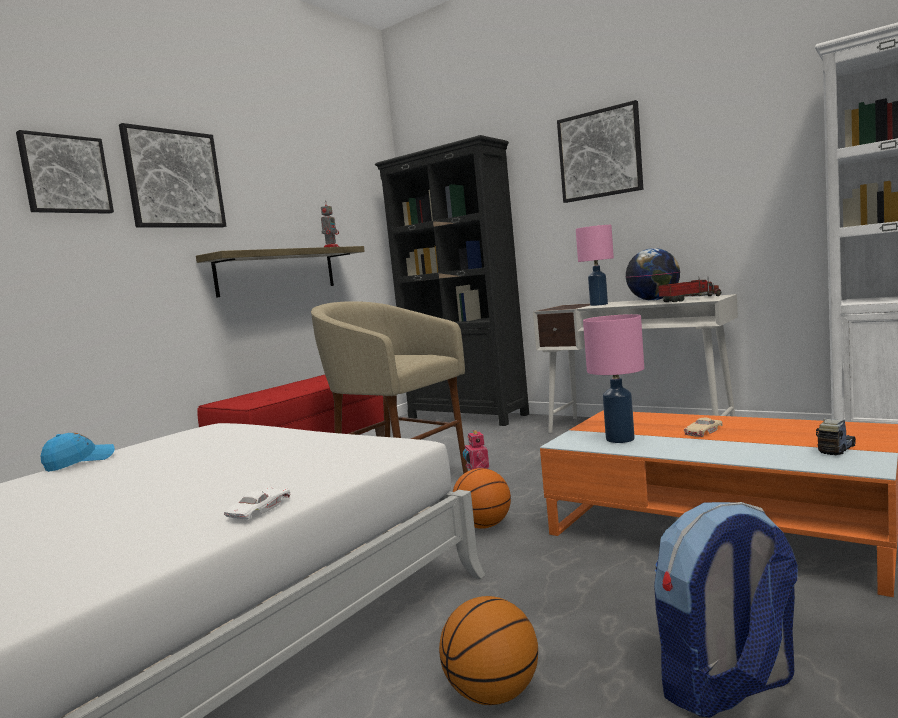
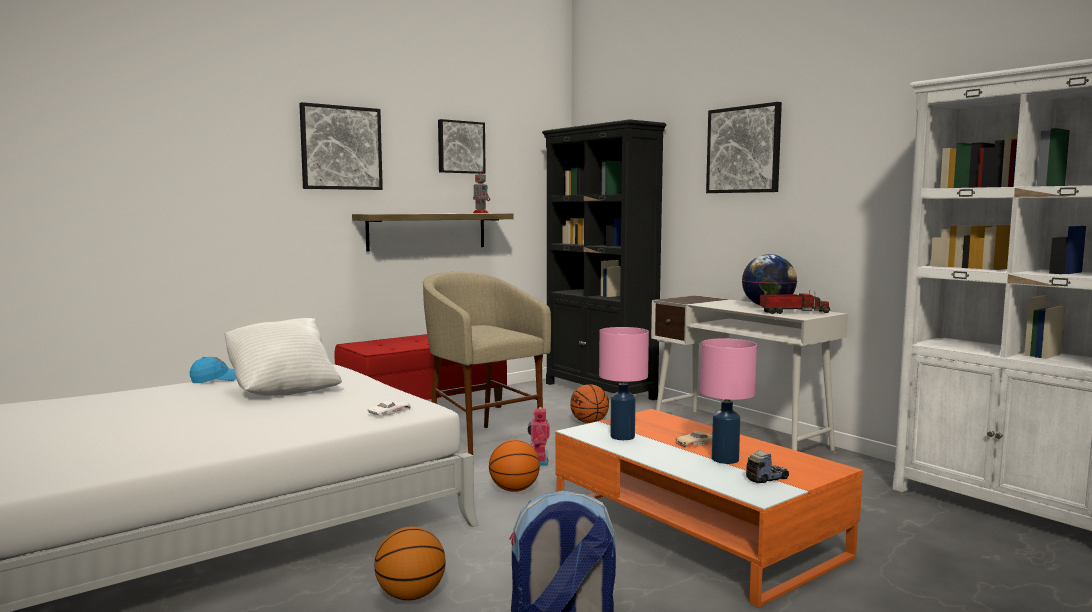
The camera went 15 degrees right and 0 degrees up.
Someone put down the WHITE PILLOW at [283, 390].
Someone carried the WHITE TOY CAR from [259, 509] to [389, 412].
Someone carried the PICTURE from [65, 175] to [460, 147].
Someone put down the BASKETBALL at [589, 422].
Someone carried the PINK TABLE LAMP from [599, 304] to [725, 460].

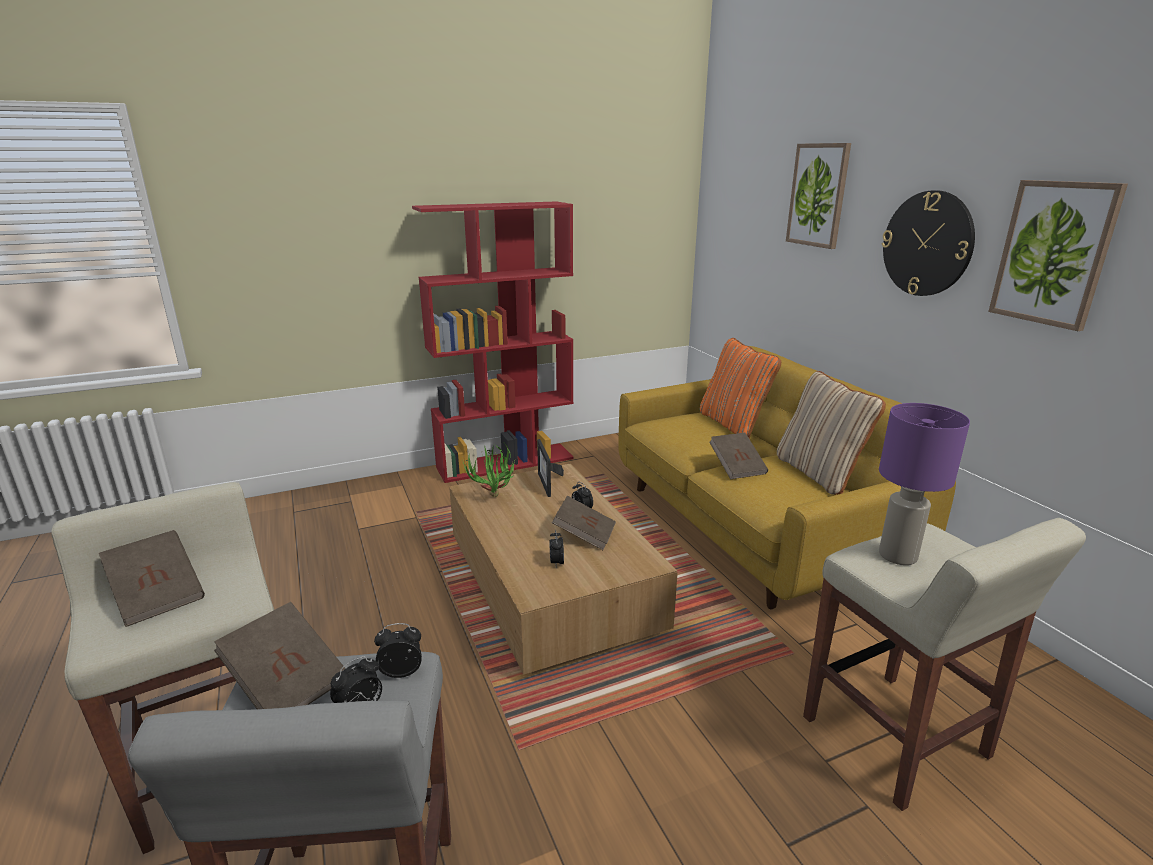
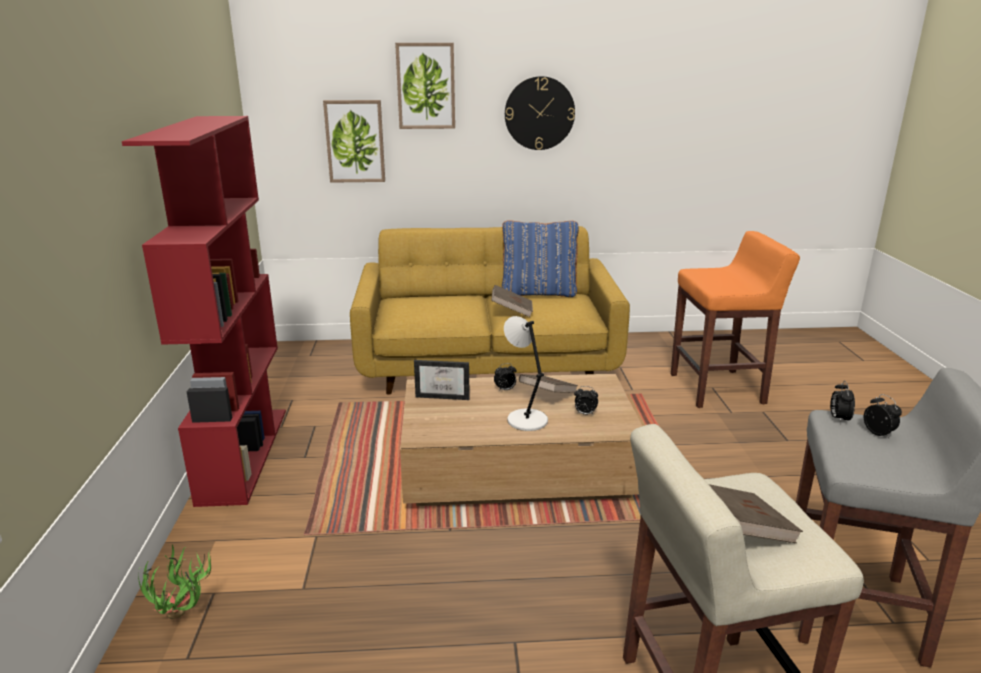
The camera went 70 degrees left and 0 degrees up.
Someone carried the POTTED PLANT from [494, 500] to [184, 618].
Someone carried the PICTURE from [1054, 253] to [355, 141].
Someone repainted the BEIGE PILLOW at [819, 473], which became the BLUE PILLOW at [539, 293].
Someone put down the GREY TABLE LAMP at [525, 419].
Someone repainted the BEIGE STOOL at [896, 739], which became the ORANGE STOOL at [718, 389].
Someone took away the BROWN BOOK at [287, 682].
Someone took away the ORANGE PILLOW at [733, 424].
Someone took away the PURPLE TABLE LAMP at [899, 556].

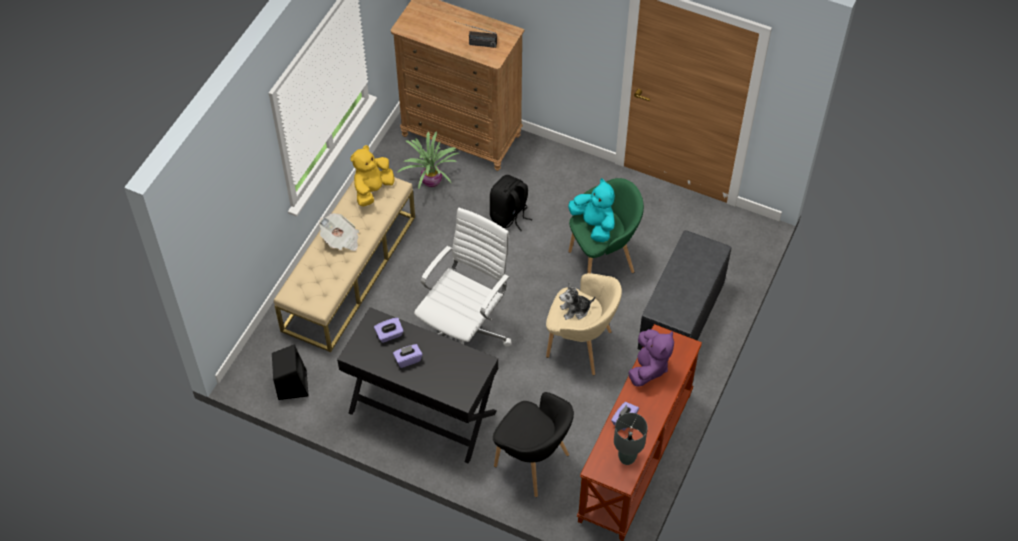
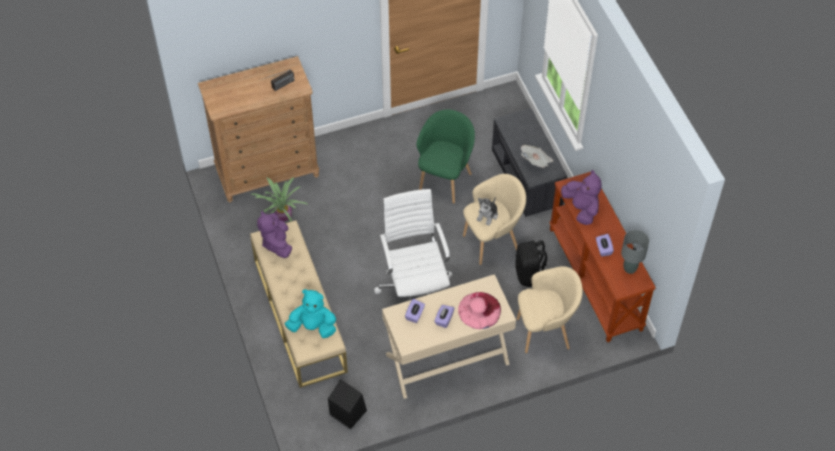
The camera went 45 degrees left and 0 degrees up.
Someone repainted the YELLOW PLUSH TOY at [372, 190], which became the PURPLE PLUSH TOY at [277, 243].
Someone carried the TURQUOISE PLUSH TOY from [594, 224] to [313, 327].
Someone repainted the BLACK DESK at [422, 412], which became the BEIGE DESK at [447, 359].
Someone put down the PINK HAT at [479, 310].
Someone carried the BLACK BACKPACK from [509, 216] to [529, 274].
Someone repainted the BLACK ARMCHAIR at [533, 463], which became the BEIGE ARMCHAIR at [545, 332].
Someone carried the NEWSPAPER from [341, 239] to [536, 161].

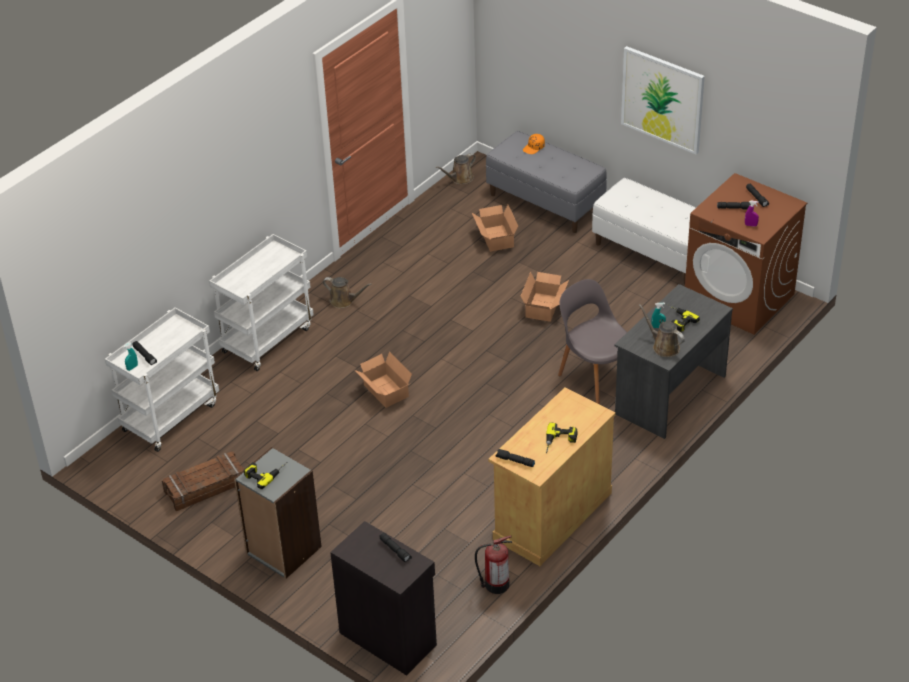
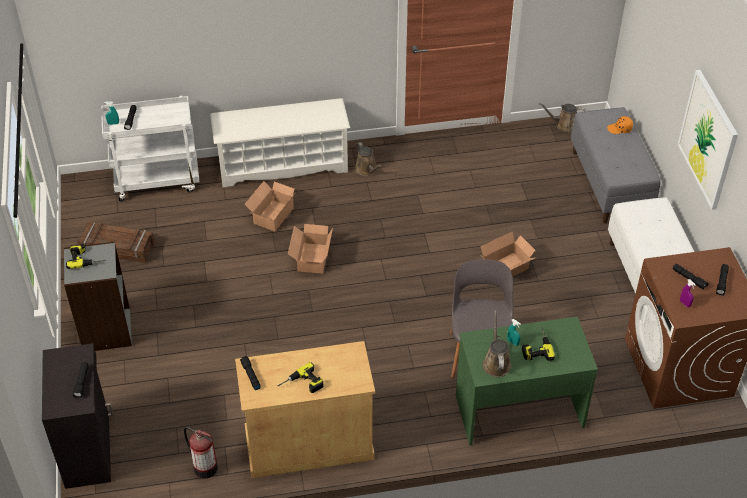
The camera went 40 degrees right and 5 degrees up.
Someone swapped the WHITE CART at [267, 339] for the WHITE SHOE RACK at [283, 165].
Someone carried the CARDBOARD BOX from [495, 239] to [271, 215].
Someone repainted the GREY DESK at [669, 394], which became the GREEN DESK at [518, 410].

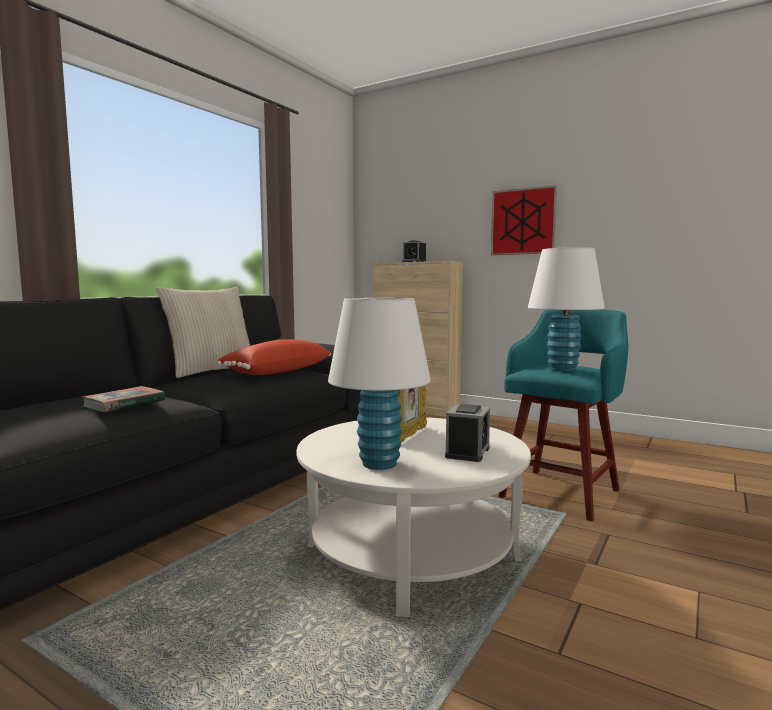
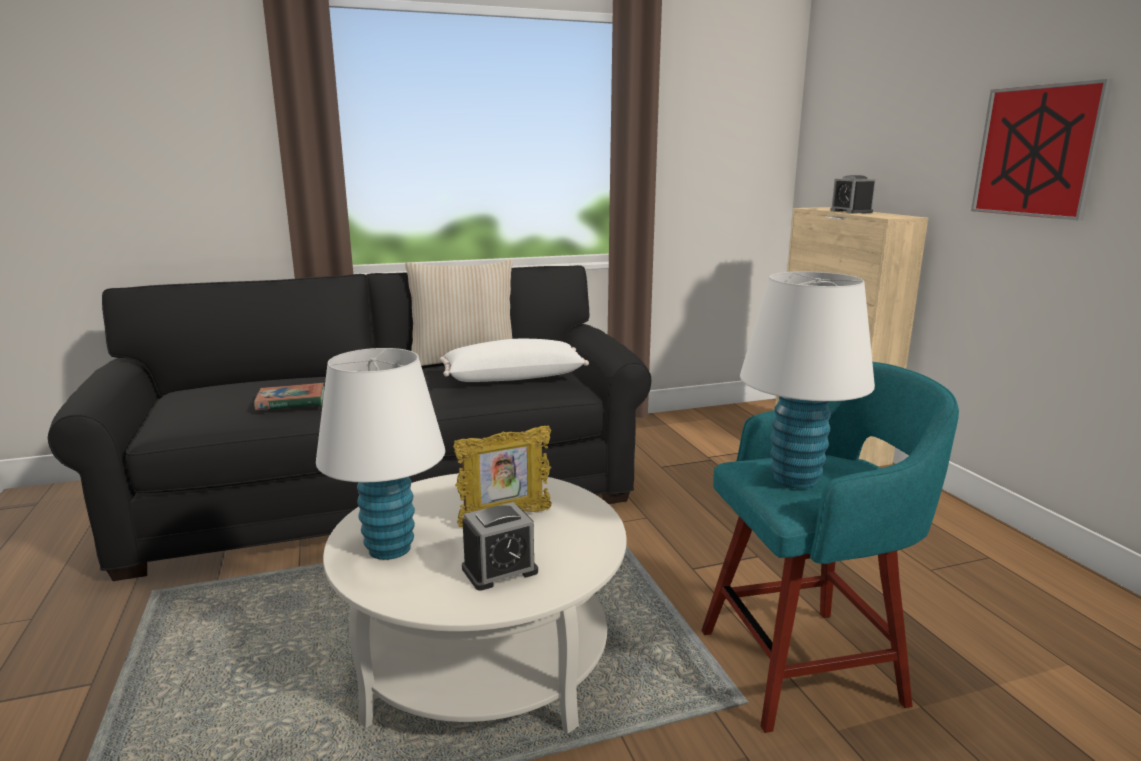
The camera went 40 degrees right and 10 degrees up.
Someone repainted the RED PILLOW at [276, 372], which became the WHITE PILLOW at [513, 377].

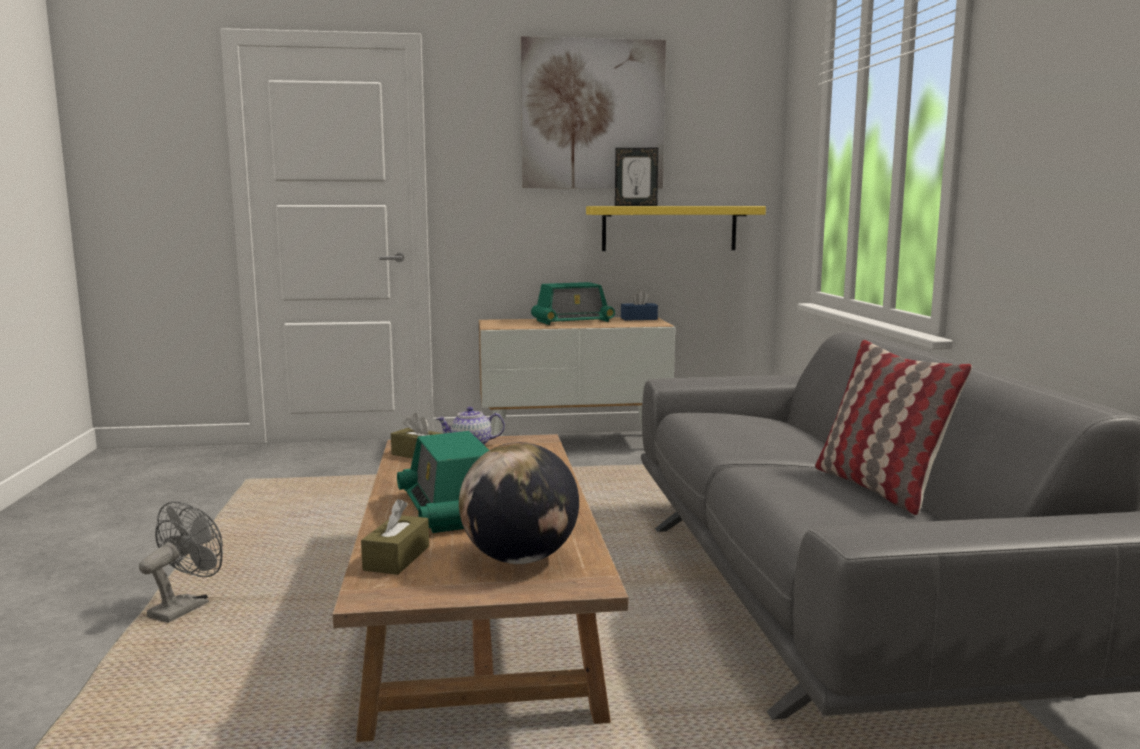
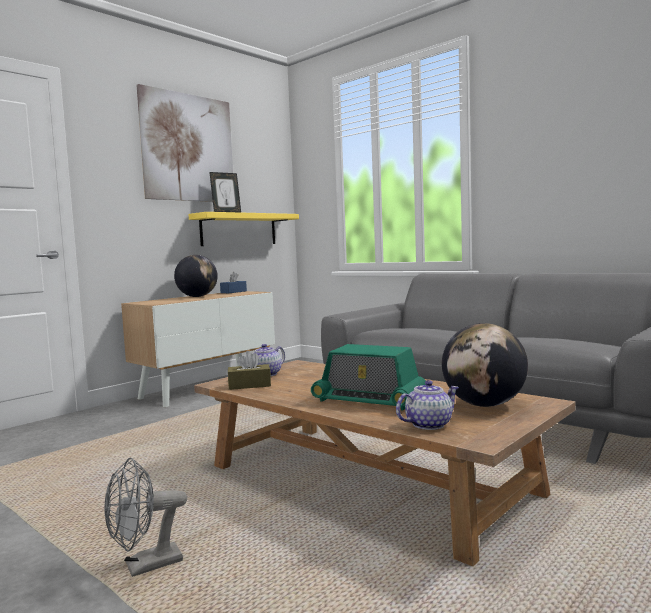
The camera went 40 degrees left and 5 degrees down.
Someone rotated the GREY FAN at [185, 607] by 105 degrees counterclockwise.
Someone swapped the RADIO at [573, 321] for the GLOBE at [197, 296].
Someone swapped the BROWN TISSUE BOX at [397, 558] for the TEAPOT at [428, 424].
Someone took away the PILLOW at [878, 488].

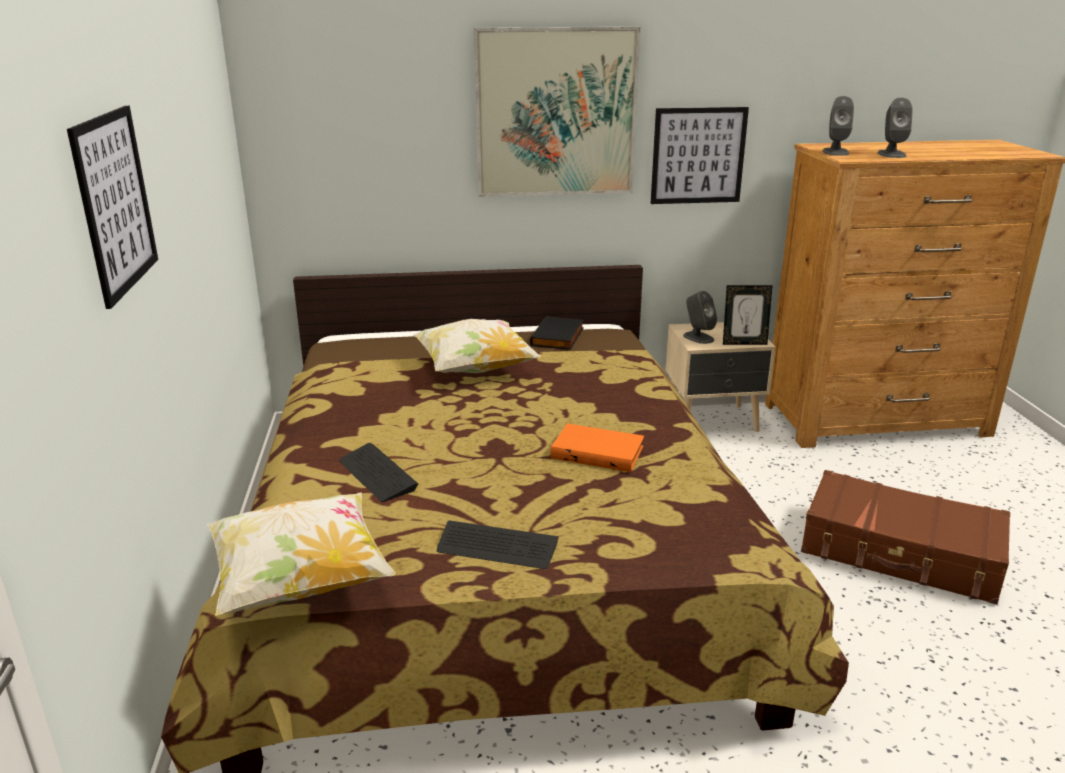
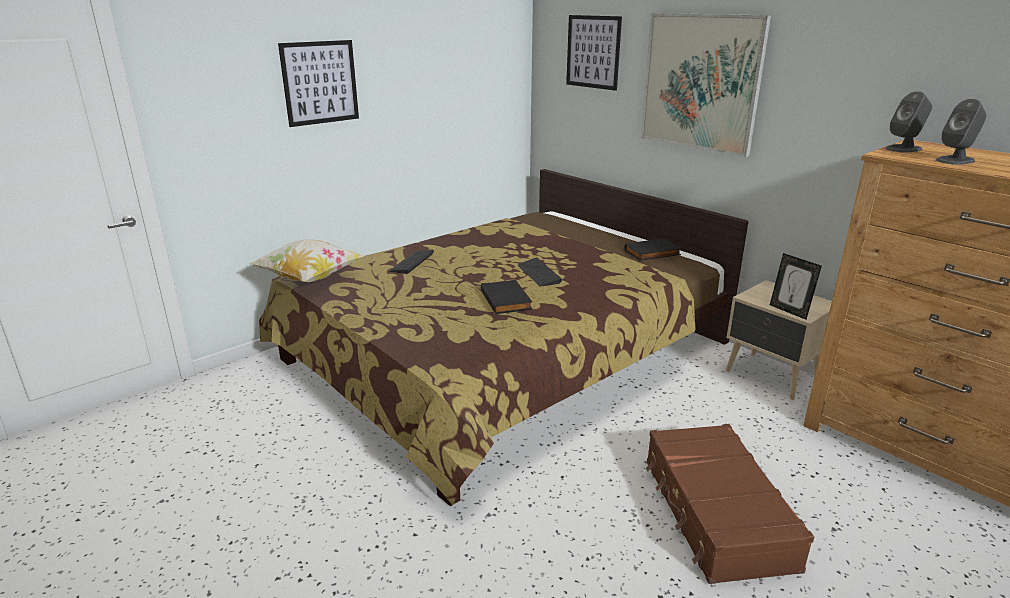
The camera went 55 degrees right and 0 degrees up.
Someone repainted the ORANGE BOOK at [598, 452], which became the BLACK BOOK at [507, 300].
Someone carried the KEYBOARD from [497, 547] to [539, 273].
Someone carried the PICTURE from [698, 156] to [593, 52].
Someone took away the PILLOW at [475, 369].
Someone took away the GREY SPEAKER at [698, 337].

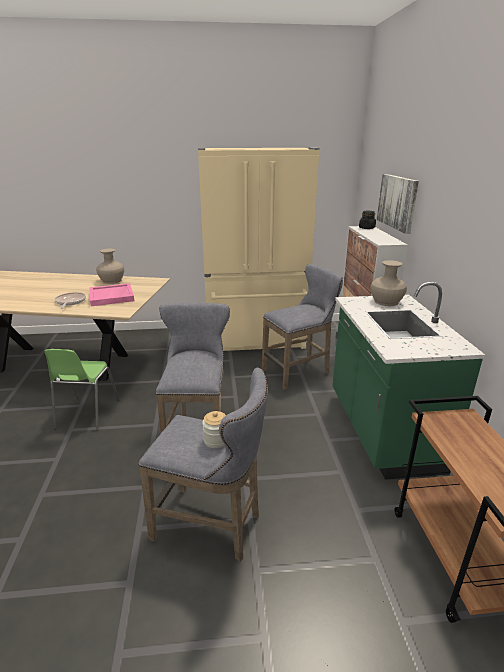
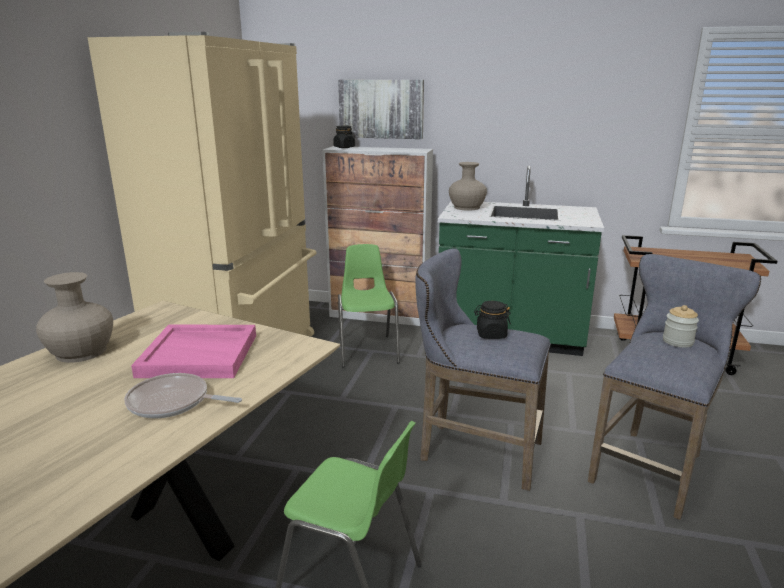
The camera went 70 degrees left and 5 degrees down.
Someone swapped the GREY STOOL at [299, 371] for the GREEN CHAIR at [367, 350].
Someone put down the BLACK JAR at [491, 334].

